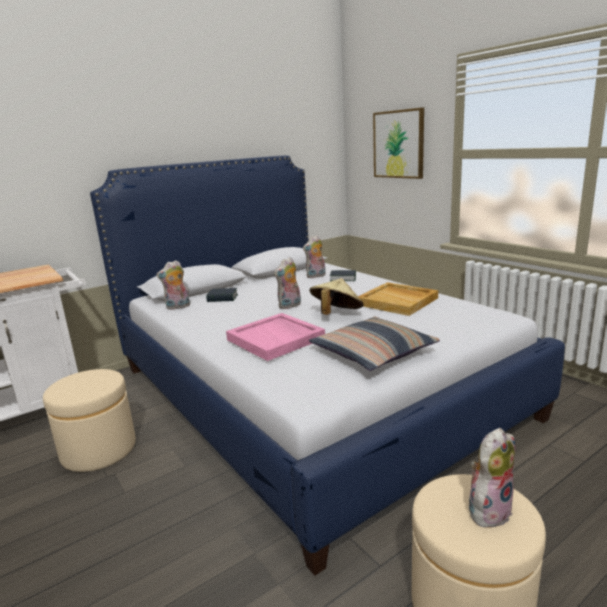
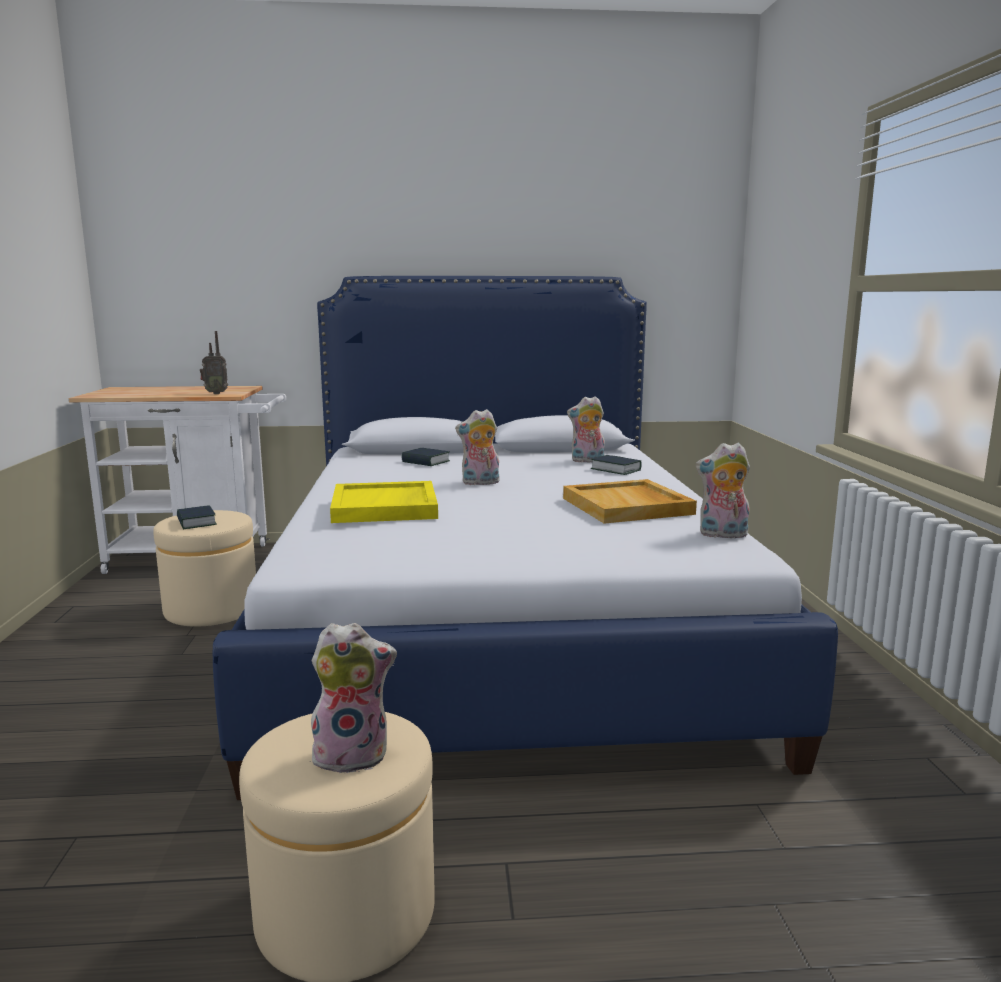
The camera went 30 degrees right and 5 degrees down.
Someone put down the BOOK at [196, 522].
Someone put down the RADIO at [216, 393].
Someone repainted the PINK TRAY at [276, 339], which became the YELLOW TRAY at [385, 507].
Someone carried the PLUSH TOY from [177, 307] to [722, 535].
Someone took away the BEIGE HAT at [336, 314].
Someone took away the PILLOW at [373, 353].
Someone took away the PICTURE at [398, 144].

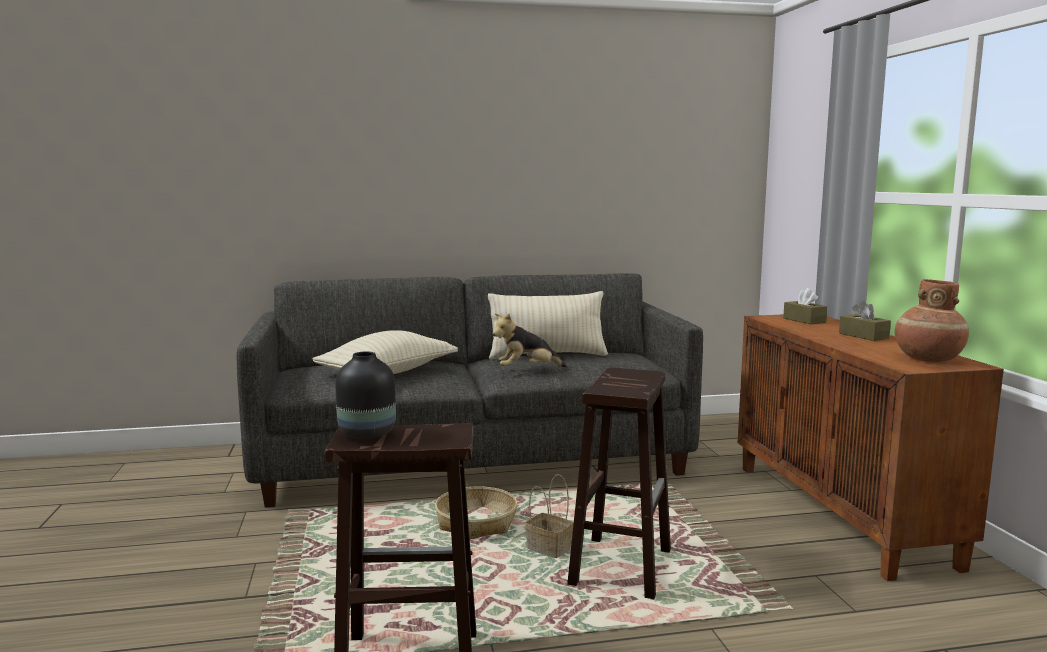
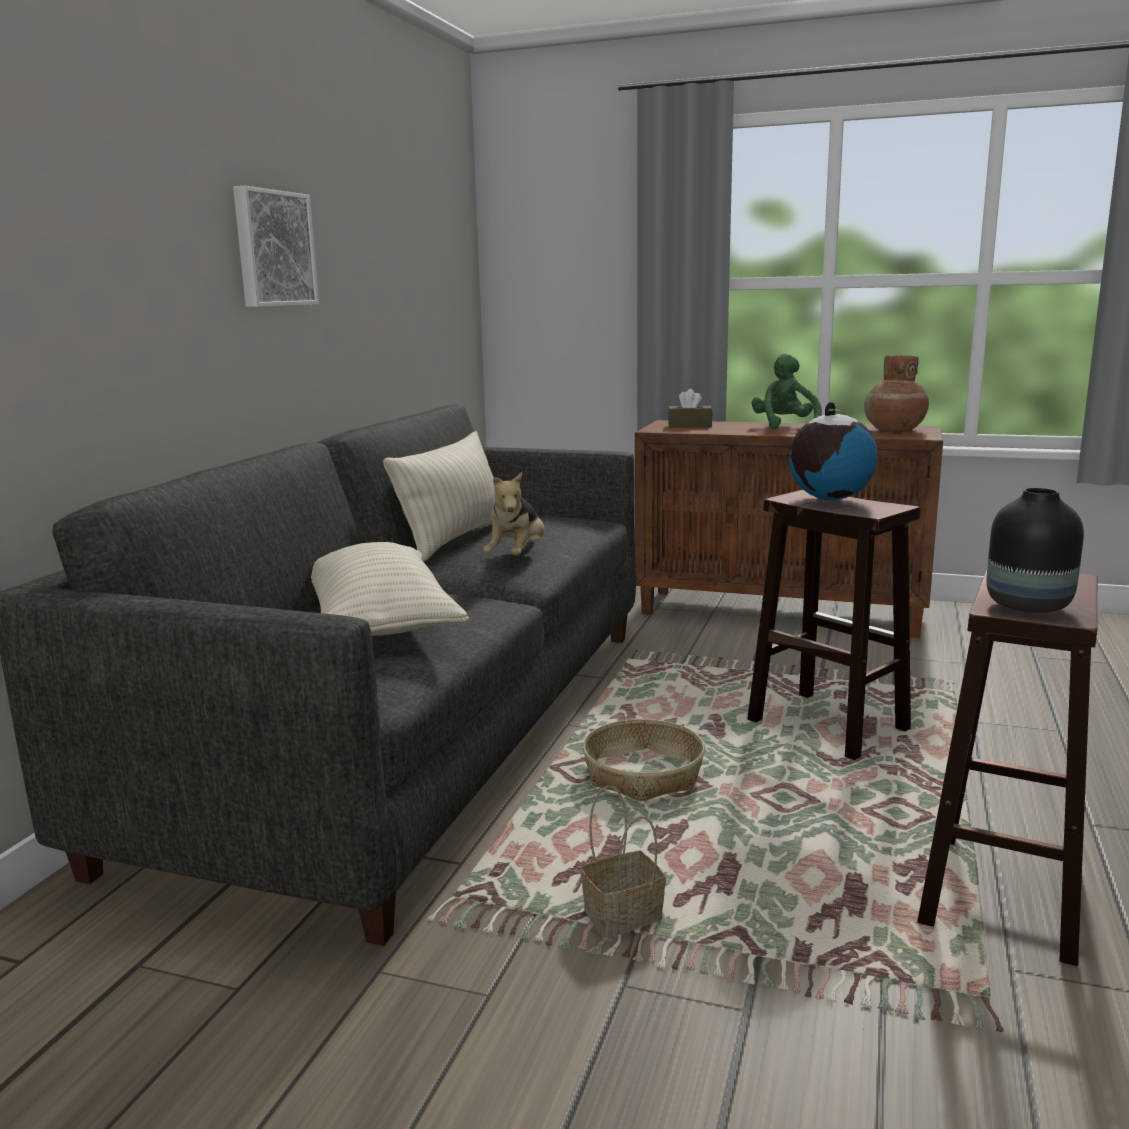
The camera went 60 degrees left and 5 degrees up.
Someone put up the PICTURE at [272, 249].
Someone carried the BASKET from [547, 549] to [621, 918].
Someone swapped the BROWN TISSUE BOX at [863, 336] for the GREEN PLUSH TOY at [784, 426].
Someone put down the GLOBE at [829, 498].

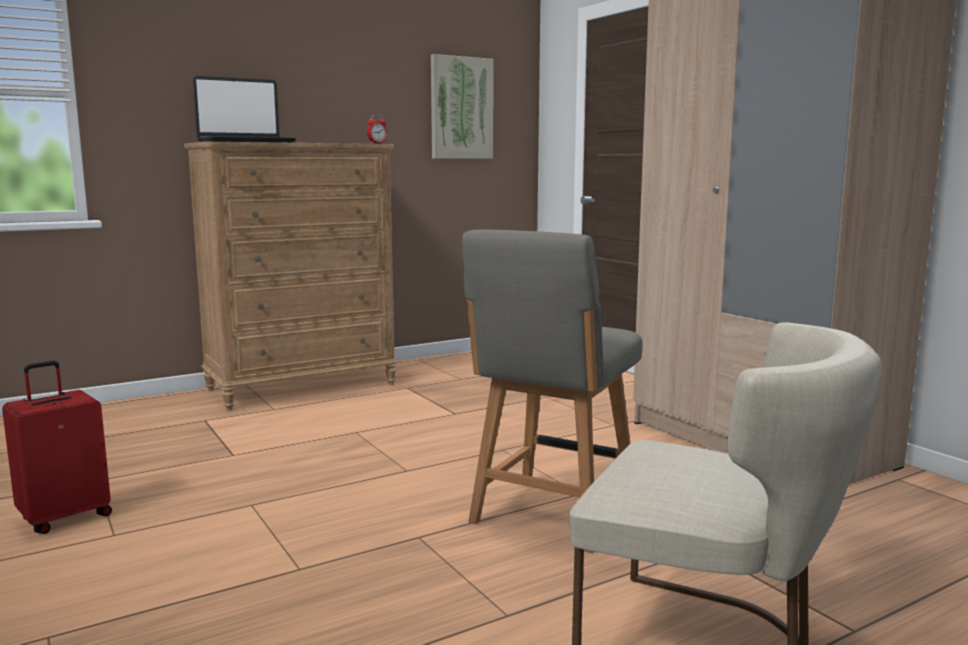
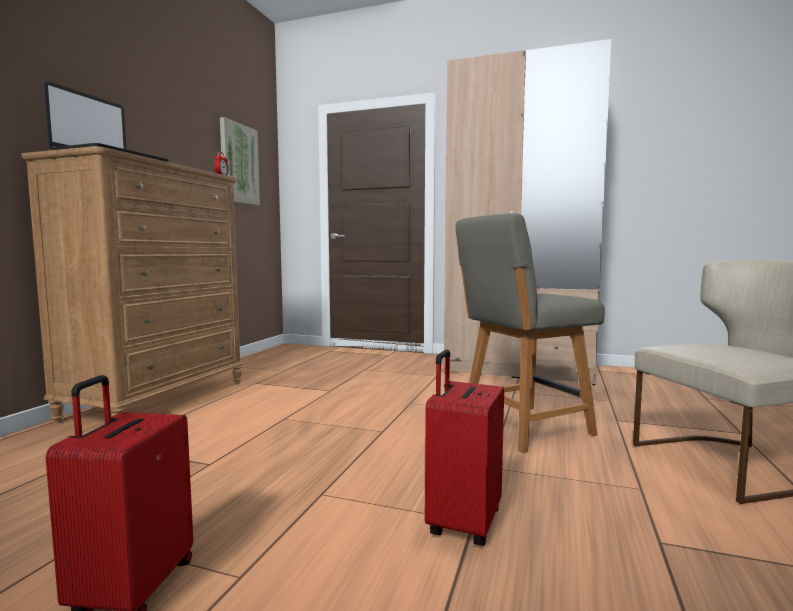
The camera went 40 degrees left and 5 degrees down.
Someone put down the RED SUITCASE at [462, 523].
Someone rotated the GREY CHAIR at [552, 514] by 75 degrees clockwise.

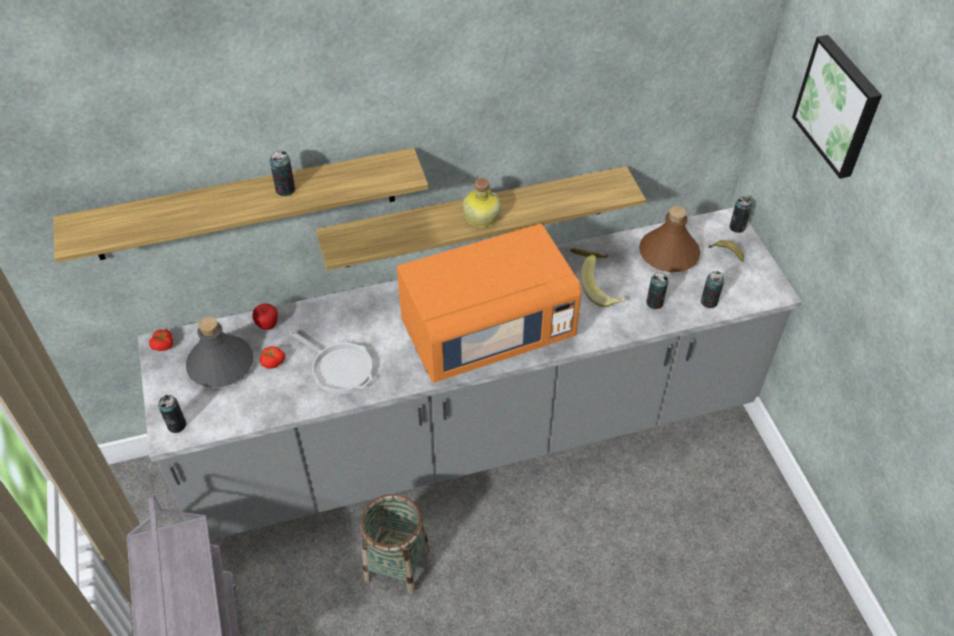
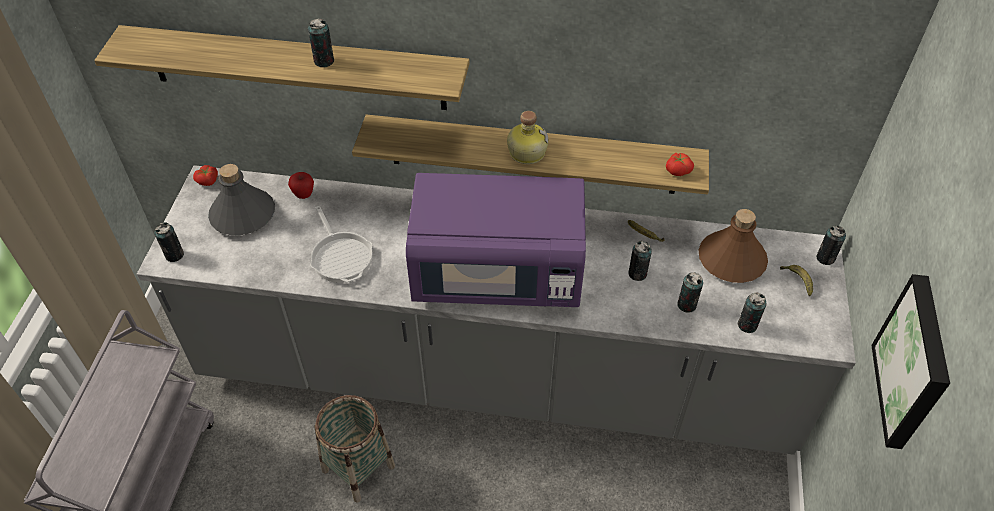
The camera went 25 degrees right and 0 degrees up.
Someone repainted the ORANGE MICROWAVE at [487, 333], which became the PURPLE MICROWAVE at [497, 273].
Someone swapped the BANANA at [602, 291] for the CAN at [637, 274].
Someone carried the TOMATO from [273, 361] to [677, 170].
Someone carried the PICTURE from [839, 106] to [915, 363].

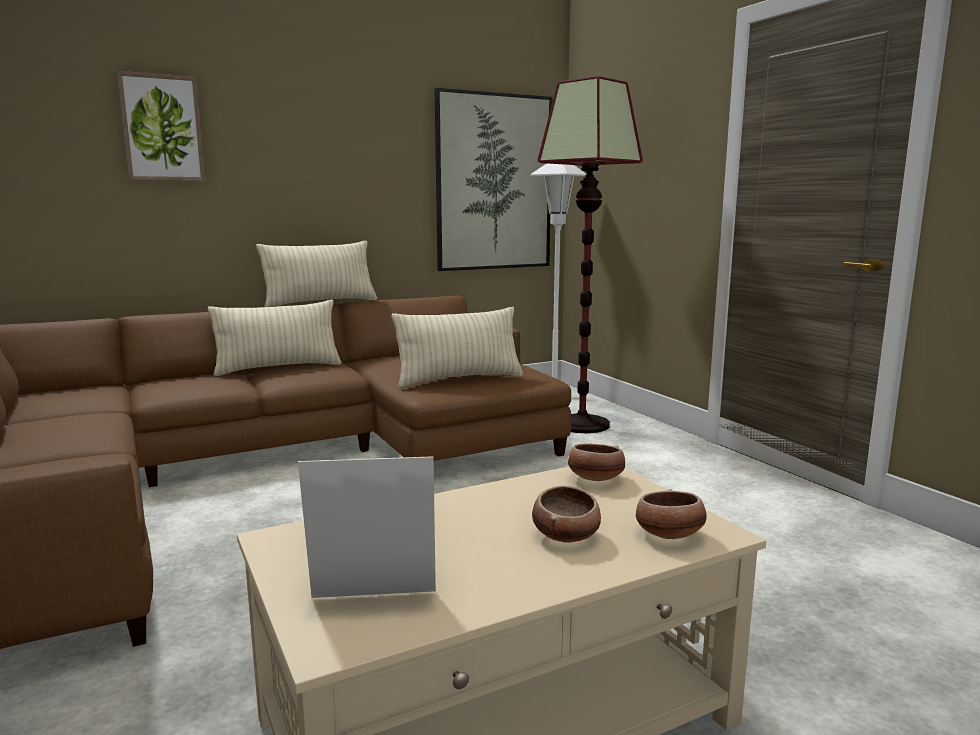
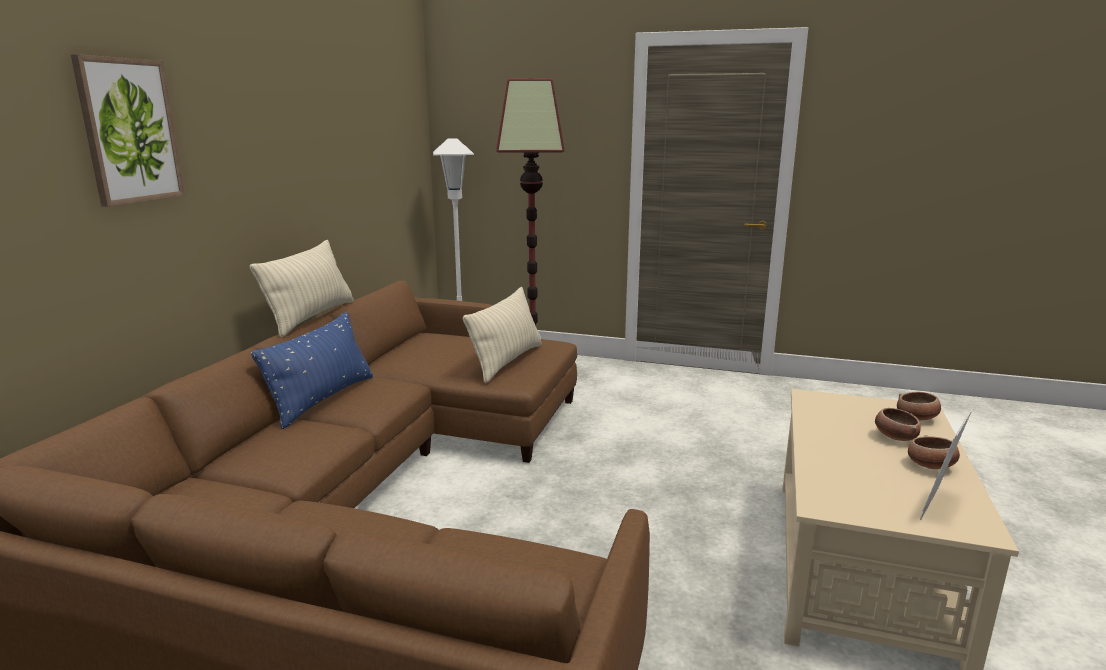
The camera went 45 degrees left and 5 degrees up.
Someone repainted the BEIGE PILLOW at [278, 368], which became the BLUE PILLOW at [323, 399].
Someone carried the BOWL from [595, 479] to [930, 466].
Someone took away the PICTURE at [494, 183].

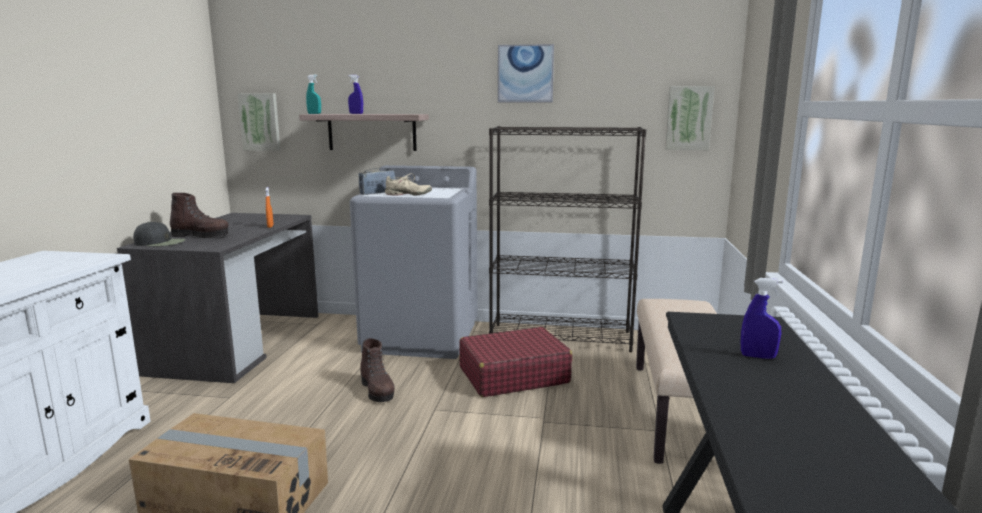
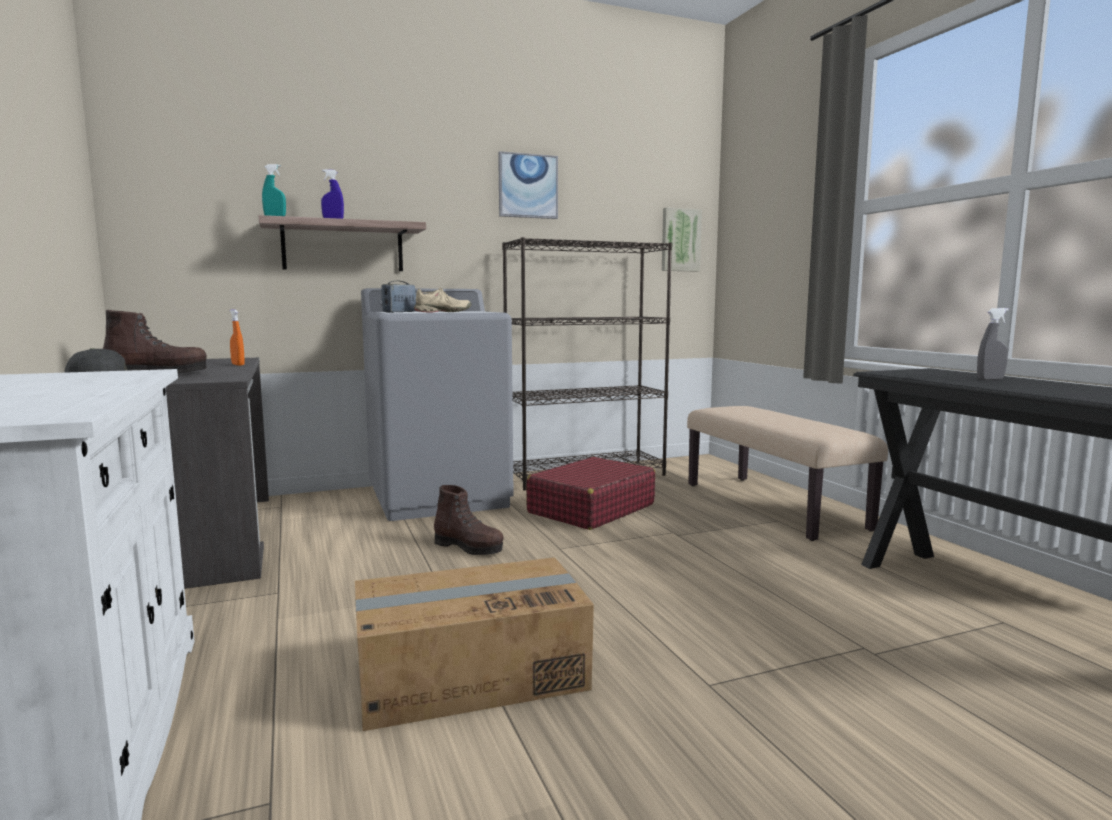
The camera went 30 degrees left and 5 degrees down.
Someone repainted the BLUE SPRAY BOTTLE at [758, 356], which became the GREY SPRAY BOTTLE at [990, 379].
Someone took away the PICTURE at [260, 122].

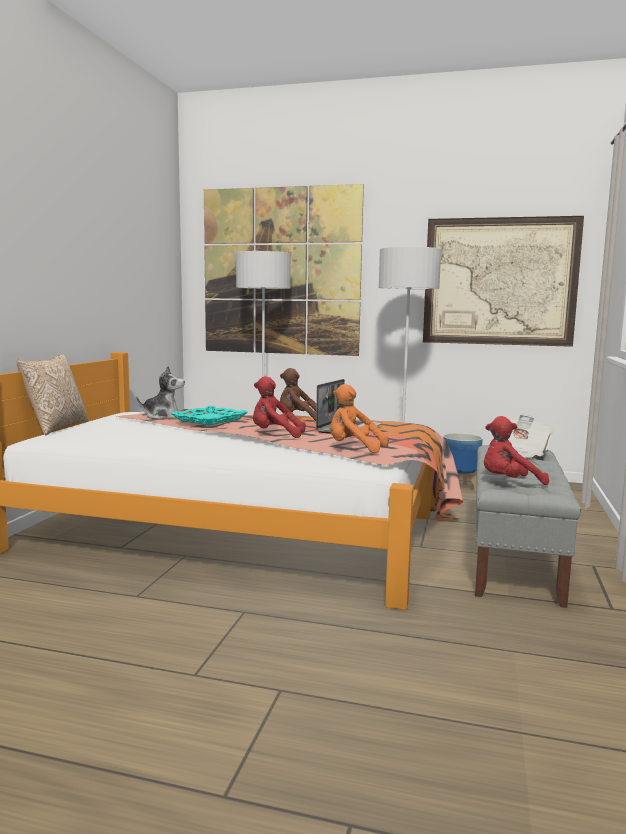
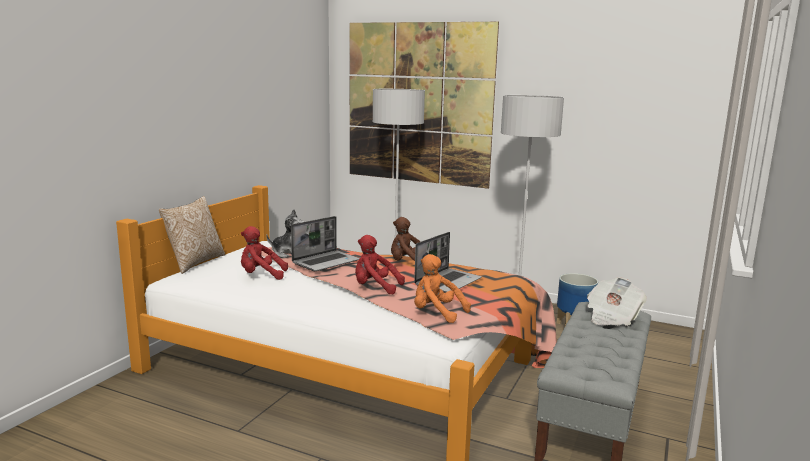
The camera went 10 degrees right and 5 degrees up.
Someone carried the RED PLUSH TOY from [508, 482] to [261, 275].
Someone swapped the TURQUOISE TRAY at [209, 419] for the LAPTOP at [326, 262].
Someone took away the PICTURE at [499, 282].

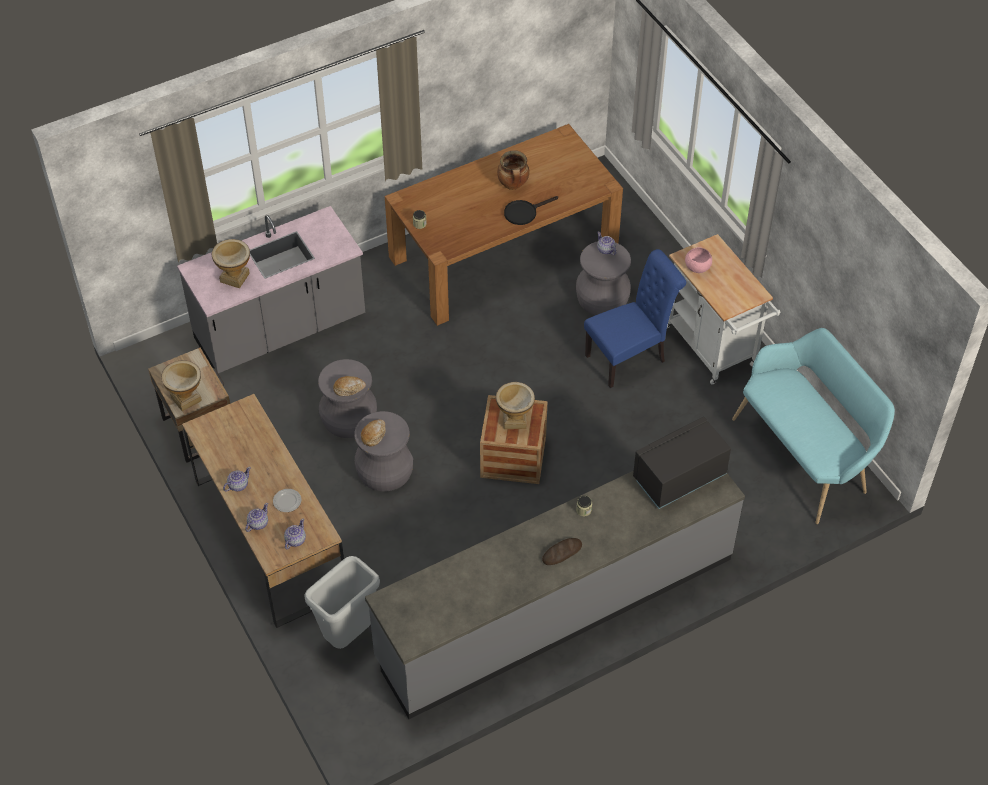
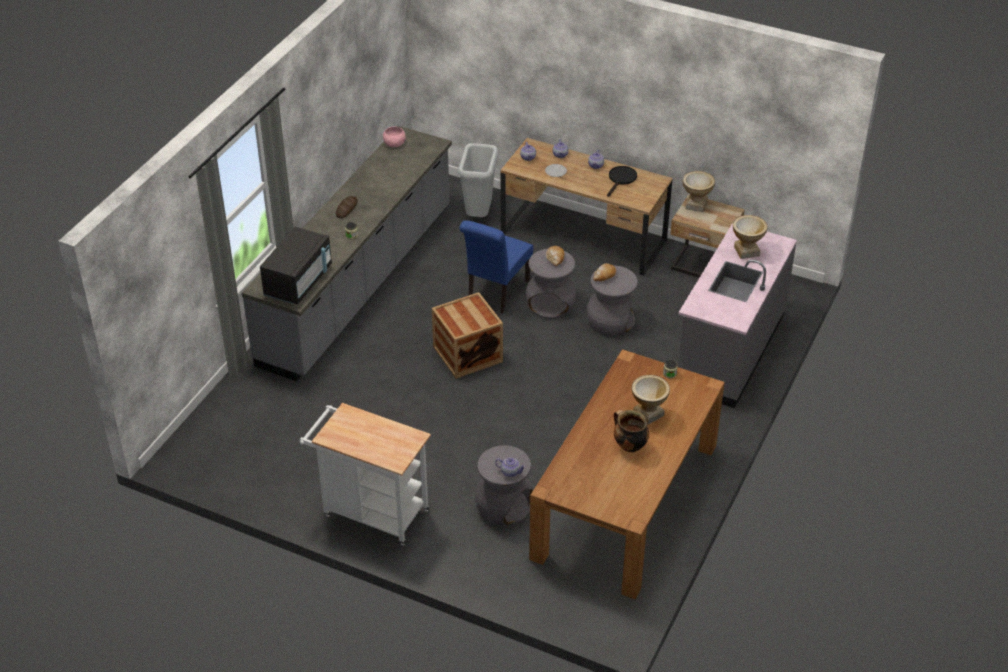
The camera went 145 degrees right and 10 degrees down.
Someone carried the PINK BOWL from [697, 267] to [394, 144].
Someone carried the BLUE CHAIR from [630, 357] to [496, 293].
Someone carried the BLACK FRYING PAN from [524, 212] to [621, 179].
Someone carried the VASE from [515, 419] to [648, 414].
Someone took away the TURQUOISE BENCH at [805, 455].

